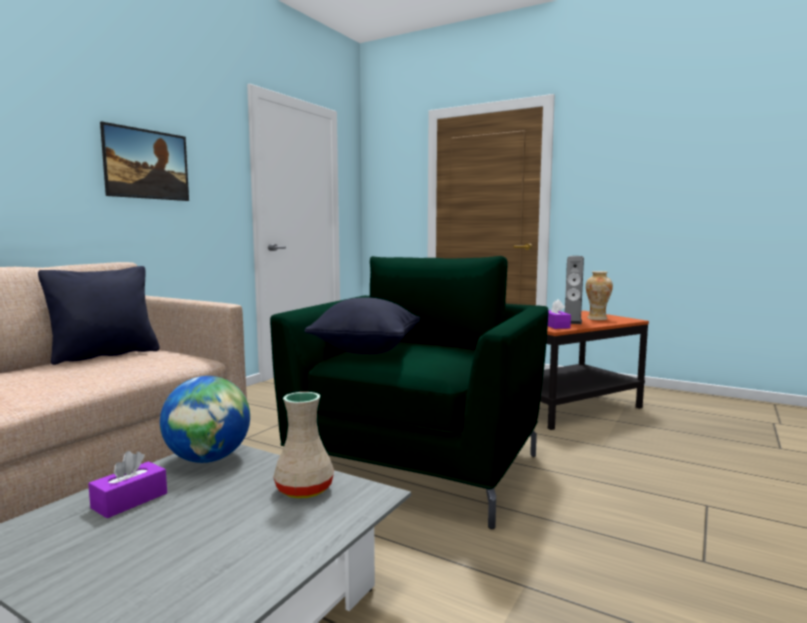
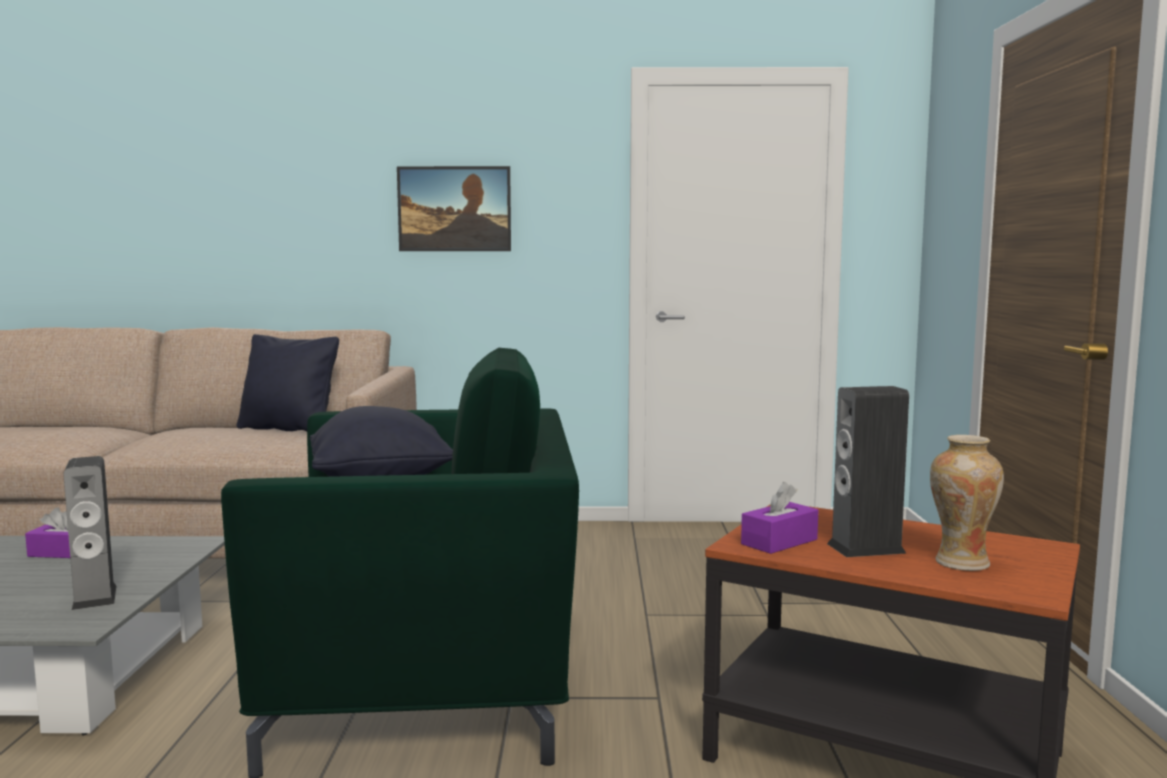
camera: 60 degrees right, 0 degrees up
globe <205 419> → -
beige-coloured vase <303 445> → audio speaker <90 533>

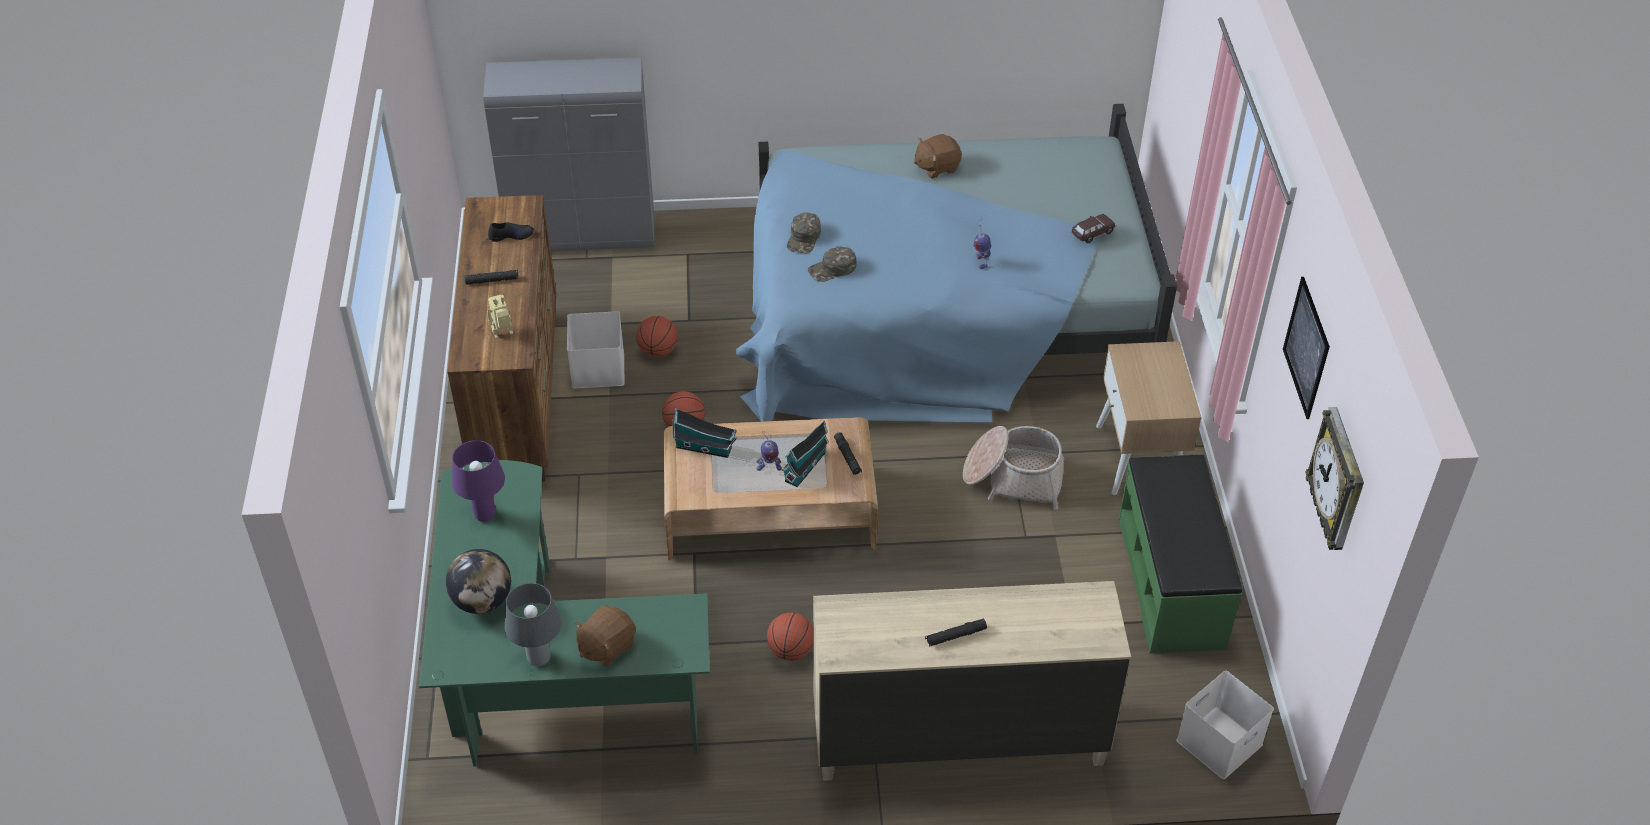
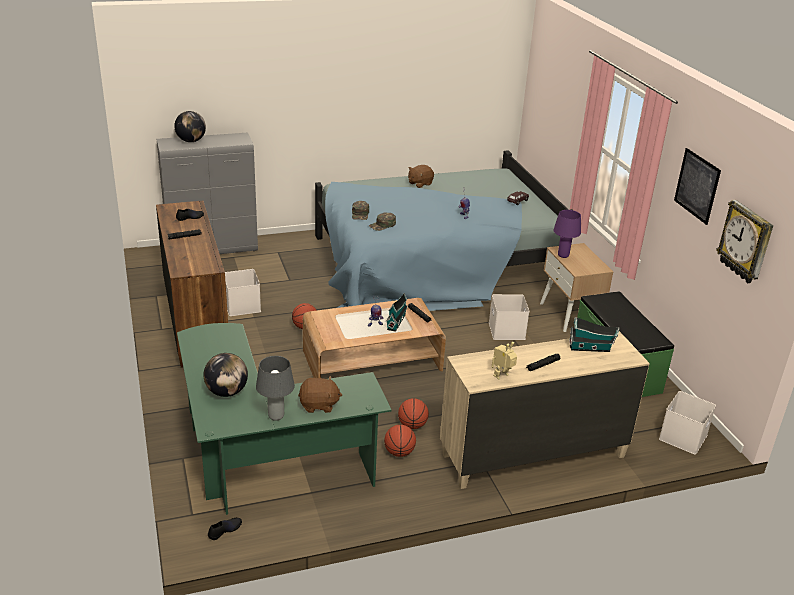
camera: 15 degrees left, 15 degrees down
- → globe <190 126>
- → black item of footwear <225 529>
purple-coloured tabletop lamp <478 481> → purple-coloured tabletop lamp <567 234>, move
robot figure <500 317> → robot figure <504 361>, move
ball for basketball <657 336> → ball for basketball <400 441>, move
model house <705 433> → model house <594 334>, move
basket <1013 468> → white storage box <509 317>
brownish cuddly toy <605 636> → brownish cuddly toy <320 394>, 120 degrees counterclockwise

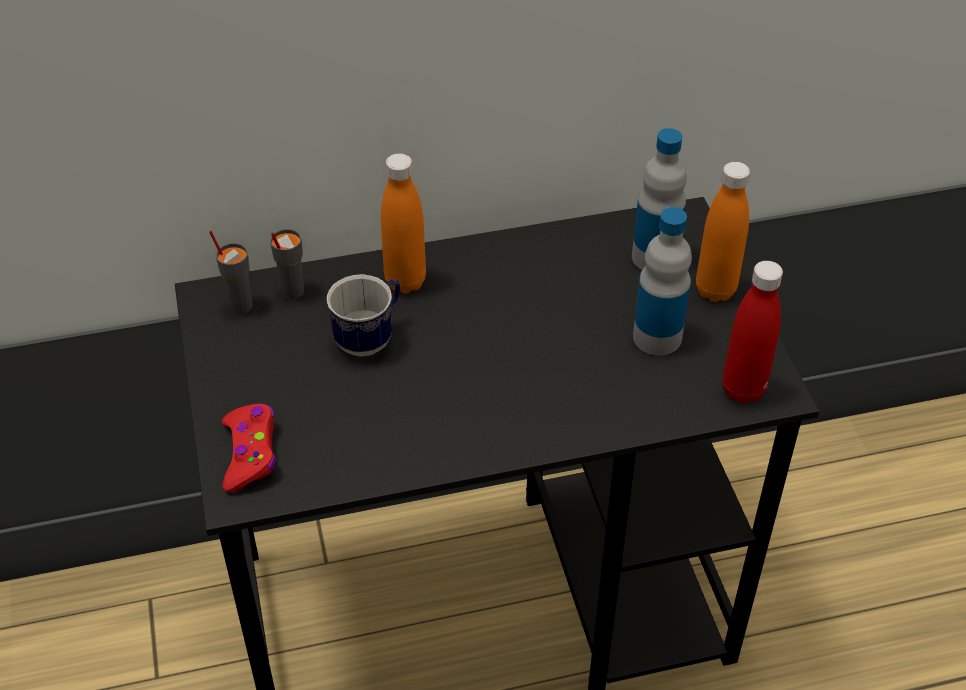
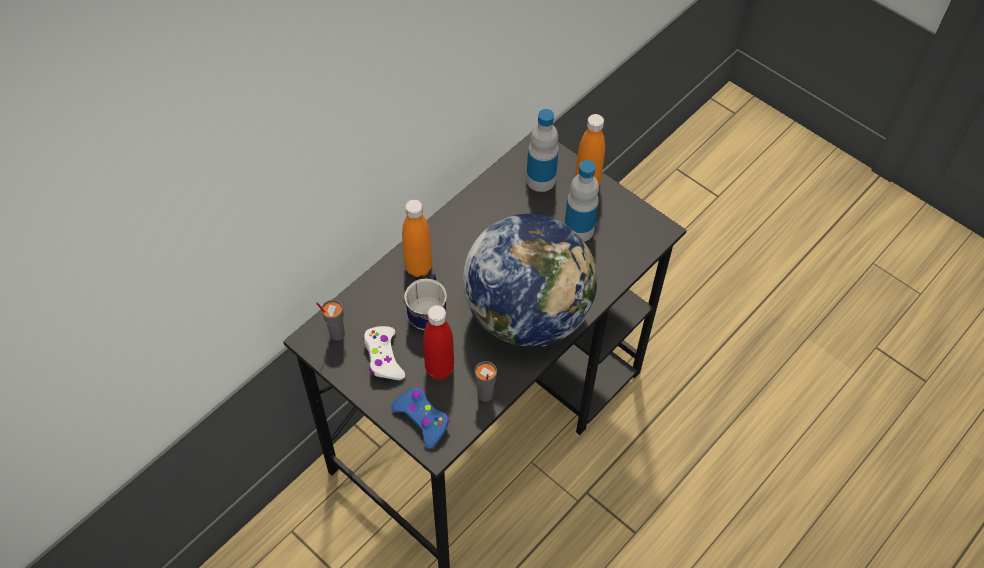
camera: 35 degrees left, 10 degrees up
- → white joypad <384 353>
- → globe <530 280>
gray cup <287 264> → gray cup <486 381>, move
red beverage bottle <752 332> → red beverage bottle <438 342>, move
red joypad <248 448> → blue joypad <420 418>

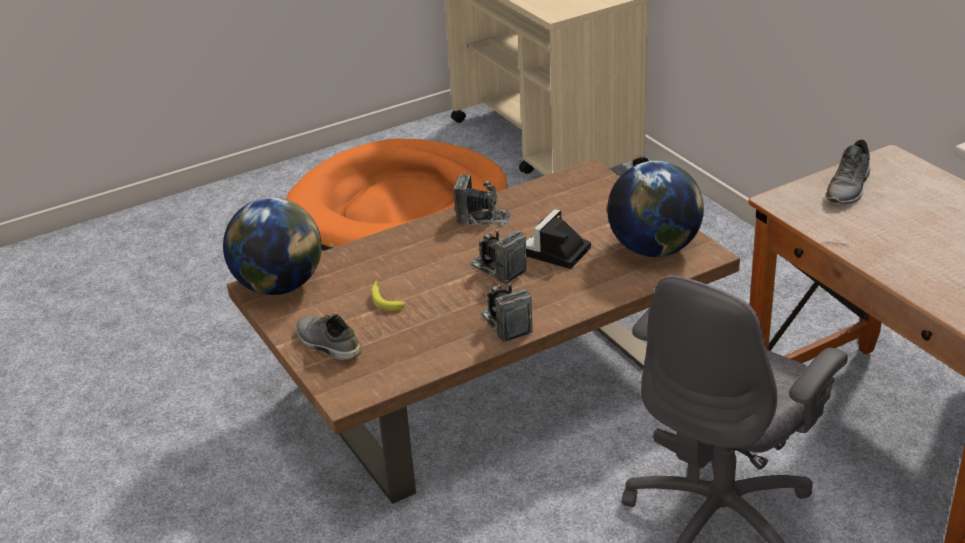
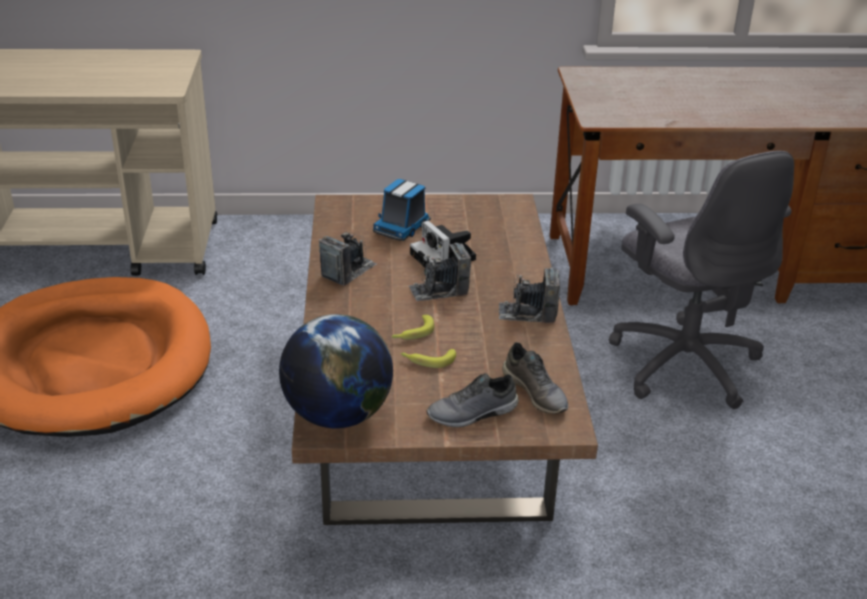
camera: 65 degrees left, 0 degrees up
globe <655 209> → -
- → toy truck <402 210>
- → banana <413 327>
gray item of footwear <847 172> → gray item of footwear <535 378>, move

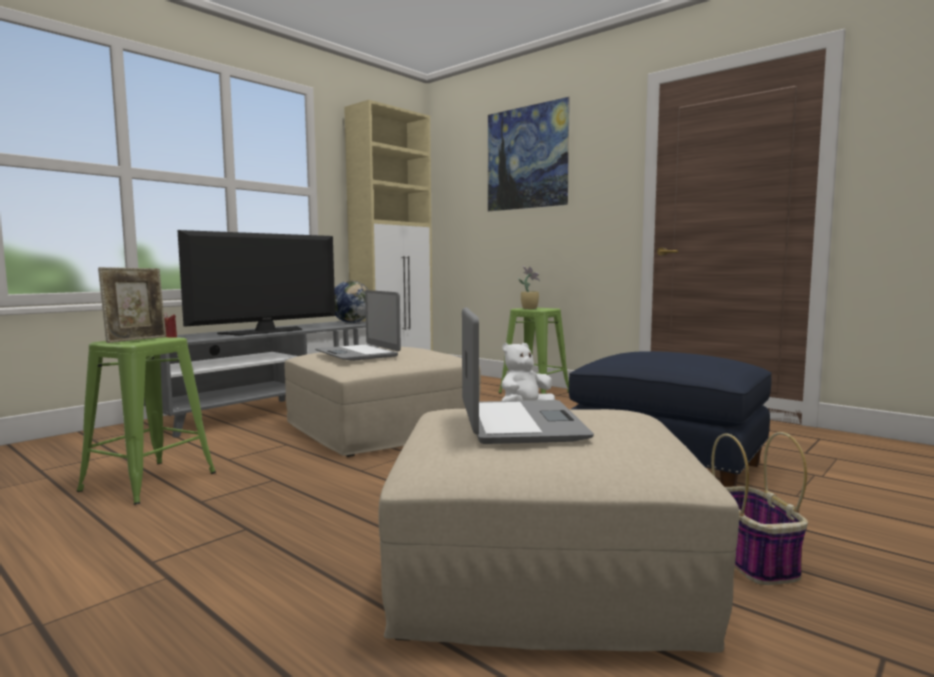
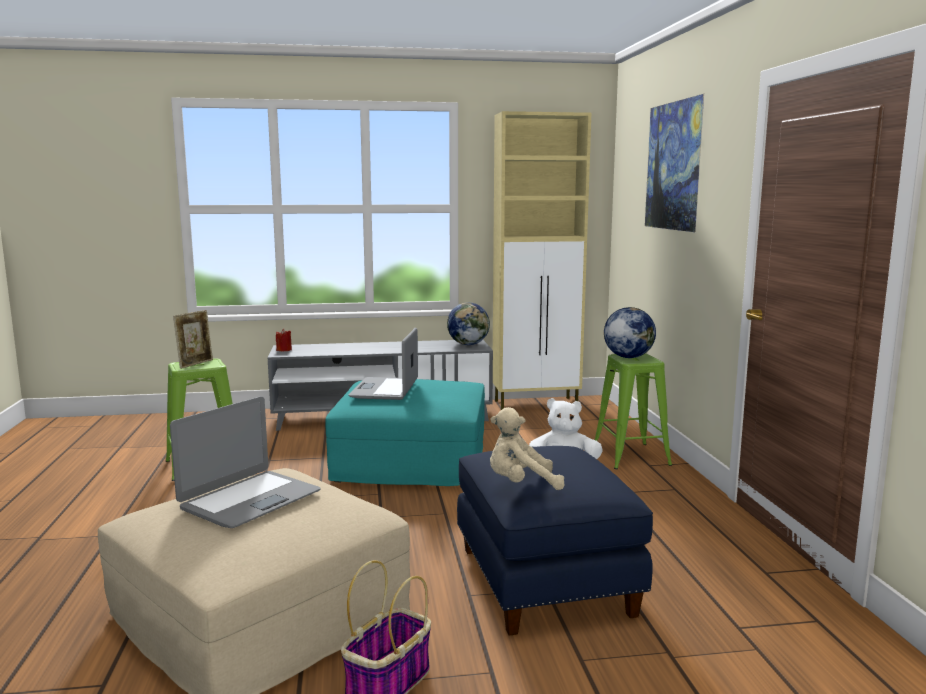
camera: 40 degrees right, 5 degrees up
TV <256 282> → -
- → beige-coloured cuddly toy <527 448>
houseplant <529 287> → globe <630 332>
beige-coloured pouffe <383 402> → turquoise pouffe <405 432>
photo frame <132 305> → photo frame <193 339>, 45 degrees counterclockwise

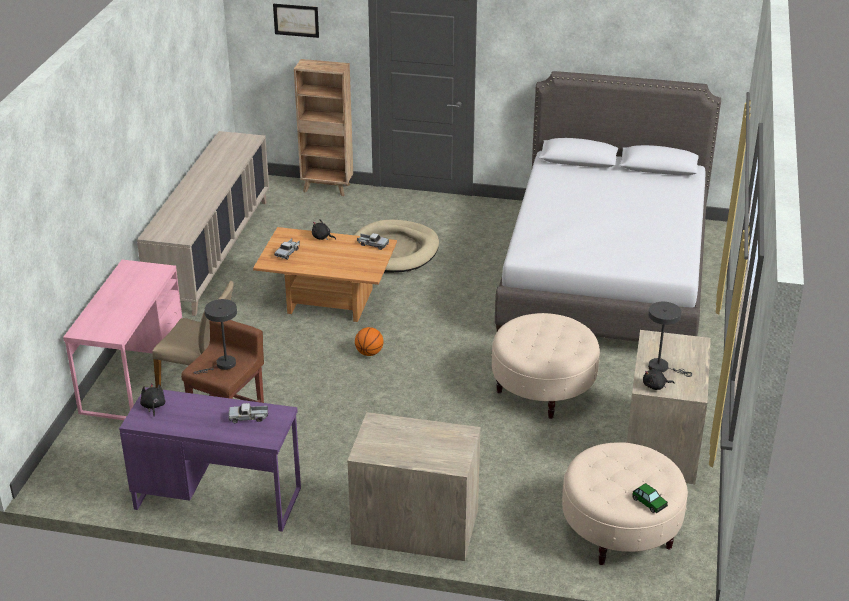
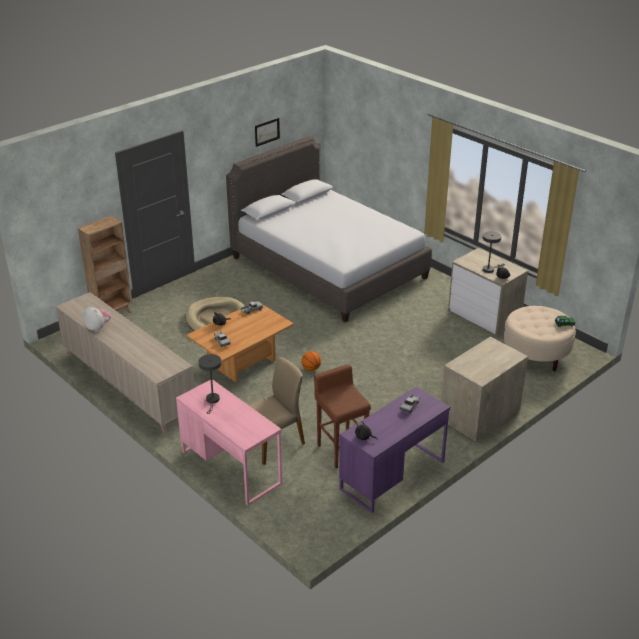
camera: 55 degrees left, 0 degrees up
beige-coloured pouffe <545 366> → -
- → cuddly toy <97 319>
gray tabletop lamp <215 336> → gray tabletop lamp <210 384>, move
wall picture <296 21> → wall picture <267 132>, move

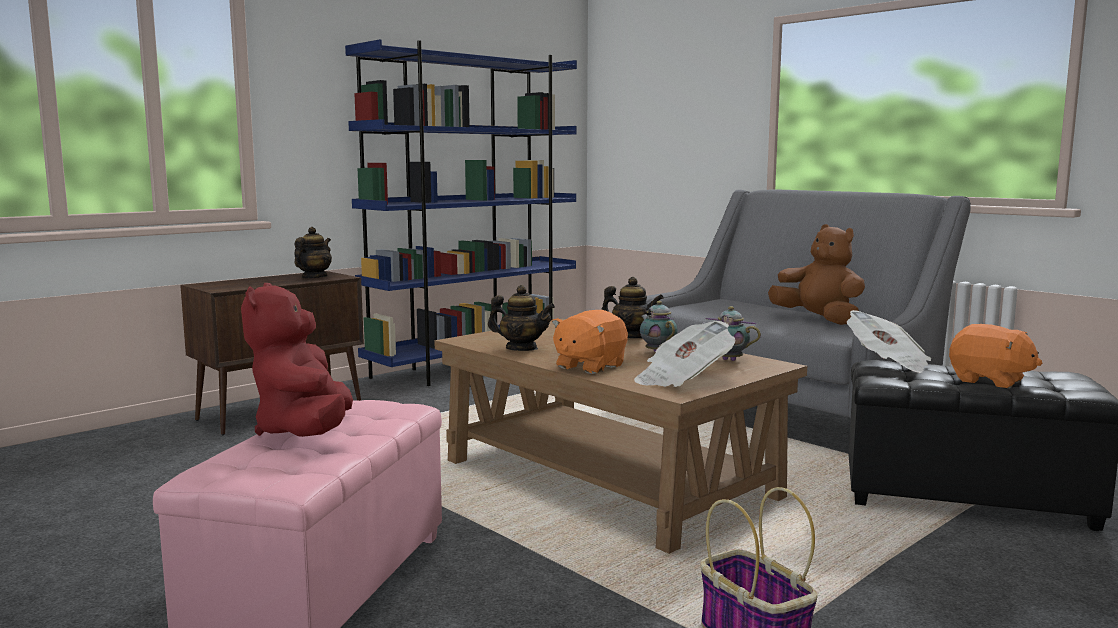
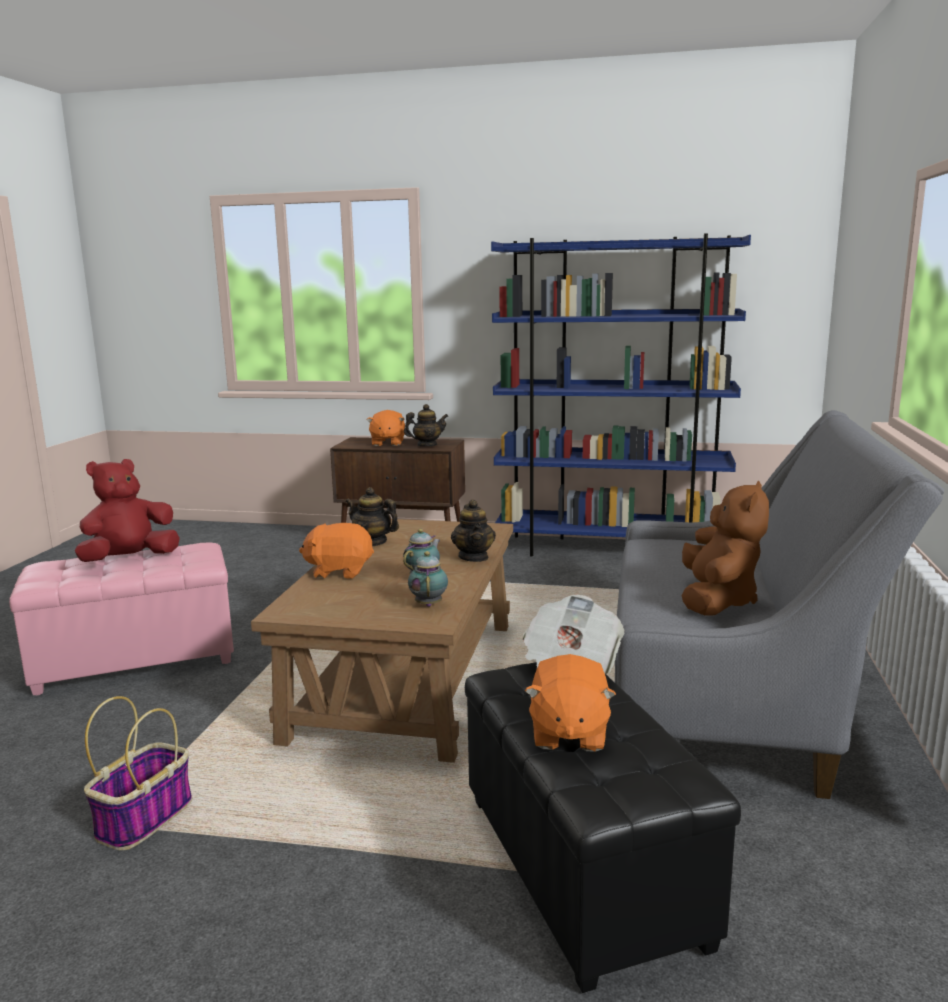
camera: 55 degrees right, 5 degrees up
printed paper <684 354> → -
- → orange-coloured cuddly toy <385 428>
teapot <521 318> → teapot <372 516>, 135 degrees clockwise

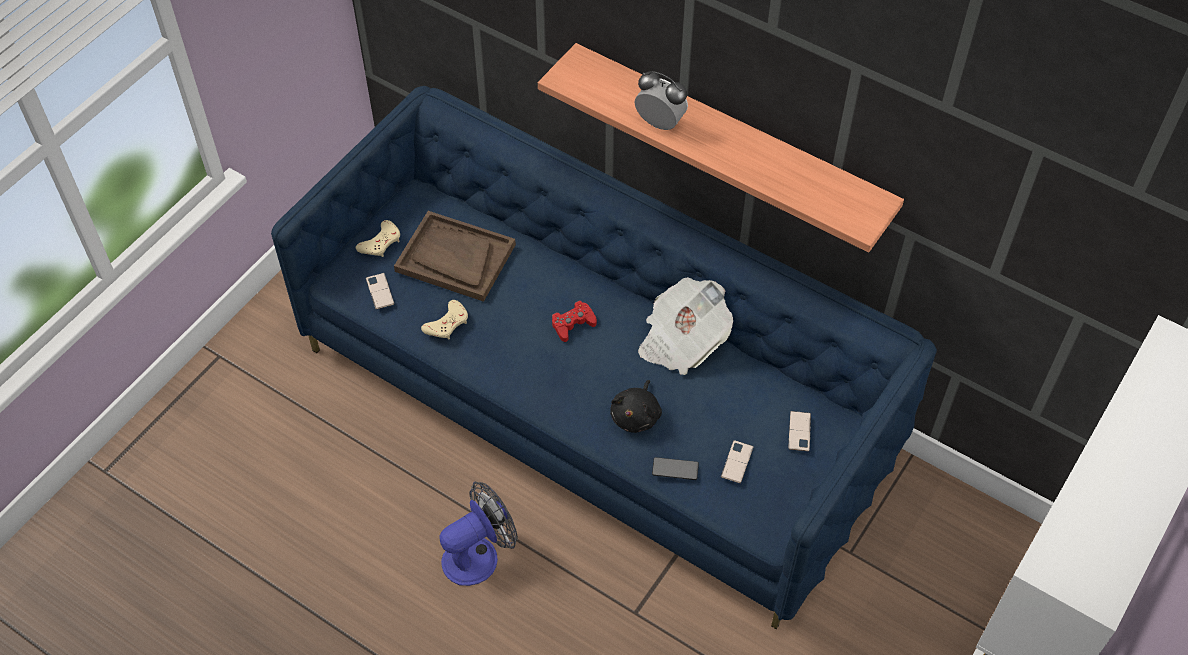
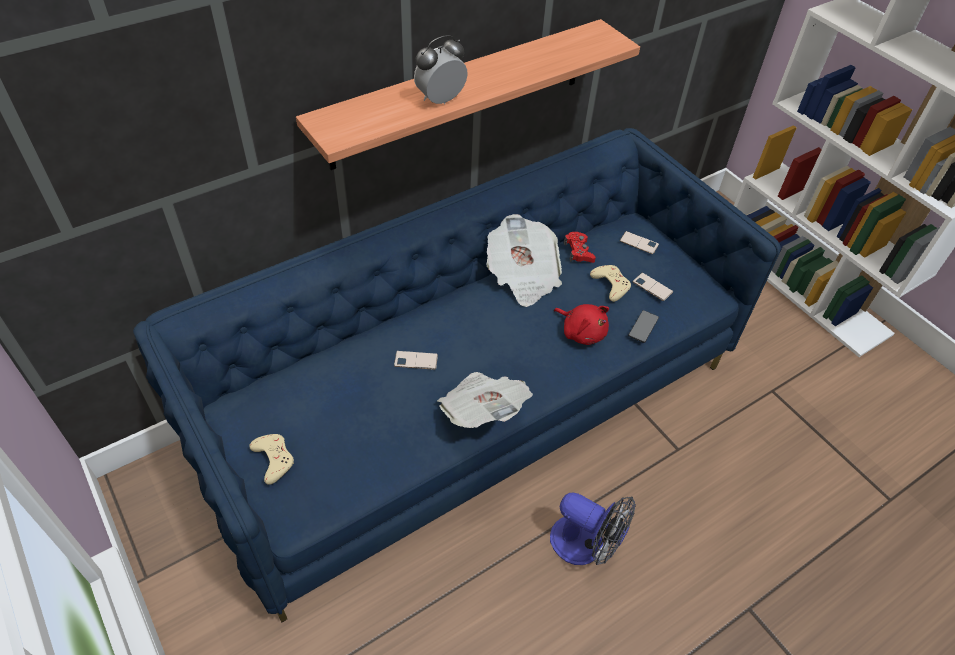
camera: 70 degrees left, 5 degrees down
brownish carrying tray <455 256> → -
- → printed paper <485 400>
handset <380 291> → handset <416 360>, move
beige-coloured joypad <444 319> → beige-coloured joypad <610 283>, move
red joypad <574 321> → red joypad <580 247>, move
black cuddly toy <636 406> → red cuddly toy <581 324>
cooling fan <479 534> → cooling fan <593 529>, 135 degrees clockwise

